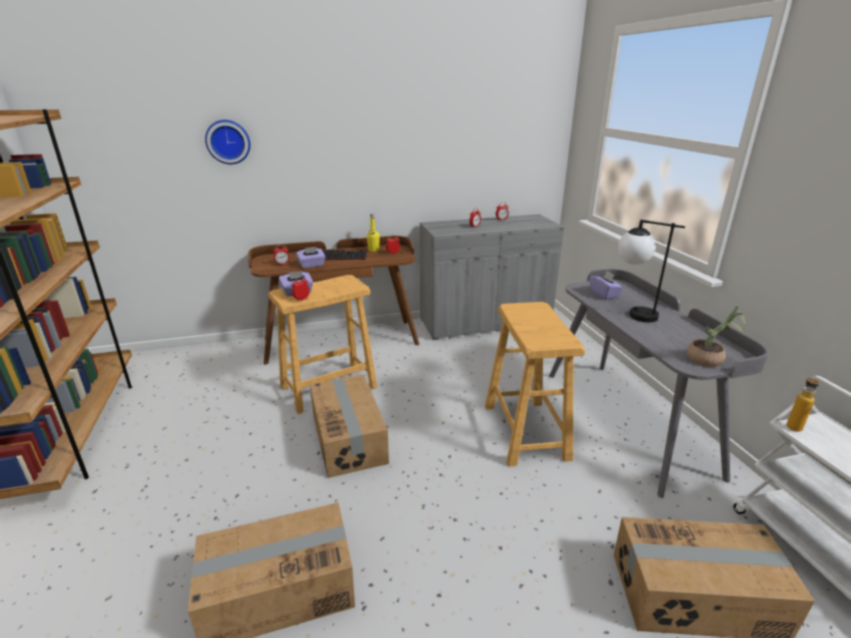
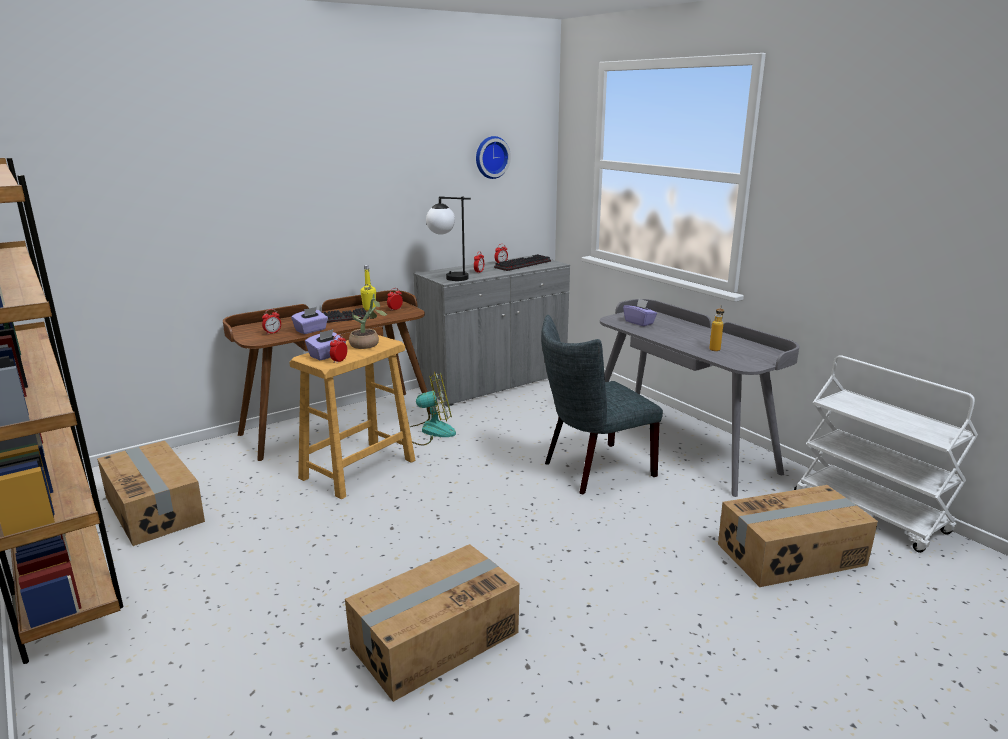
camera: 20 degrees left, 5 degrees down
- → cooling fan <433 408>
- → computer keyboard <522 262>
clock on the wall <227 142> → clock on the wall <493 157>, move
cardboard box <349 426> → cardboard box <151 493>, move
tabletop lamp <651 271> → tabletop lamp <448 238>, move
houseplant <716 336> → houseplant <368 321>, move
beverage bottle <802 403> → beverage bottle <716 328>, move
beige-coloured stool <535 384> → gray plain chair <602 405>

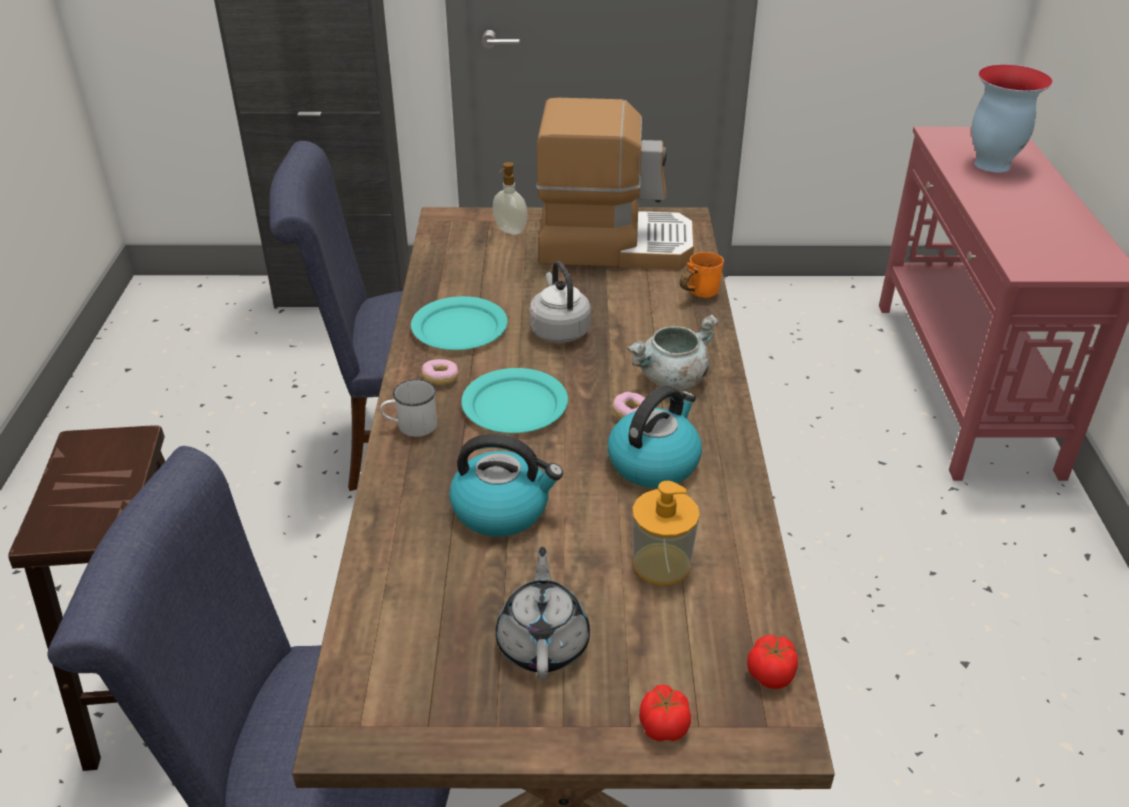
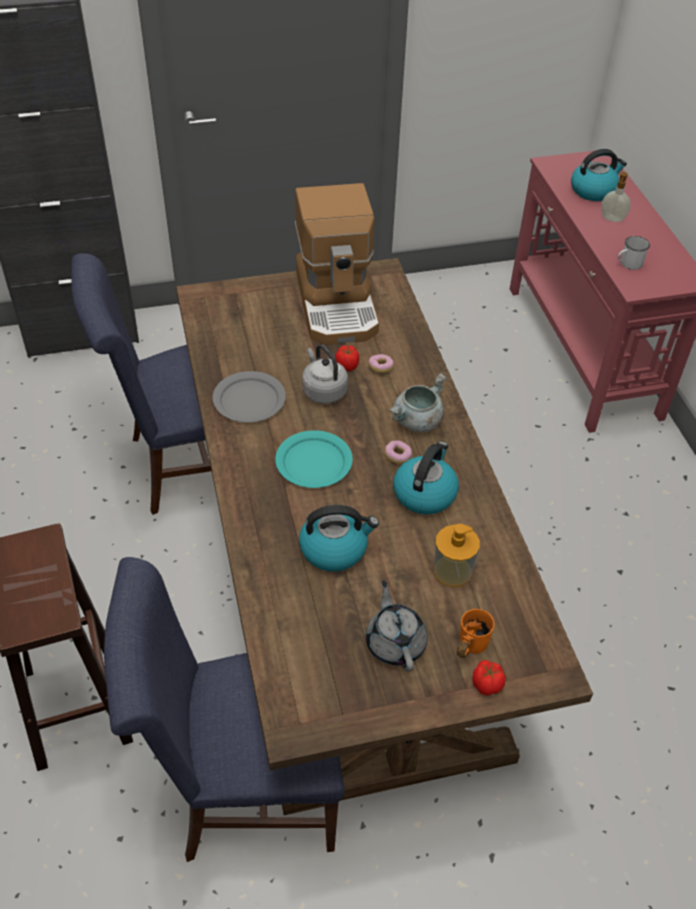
camera: 15 degrees left, 10 degrees up
white coffee mug <408 408> → white coffee mug <634 253>, move
ring doughnut <440 372> → ring doughnut <381 363>, move
soap dispenser <510 198> → soap dispenser <616 197>, move
orange-coloured coffee mug <702 275> → orange-coloured coffee mug <475 633>, move
fresh tomato <772 662> → fresh tomato <347 358>, move
vase <1012 118> → tea kettle <599 175>
turquoise dinner plate <459 323> → gray dinner plate <249 397>
coffee brewer <615 184> → coffee brewer <337 264>, 90 degrees clockwise

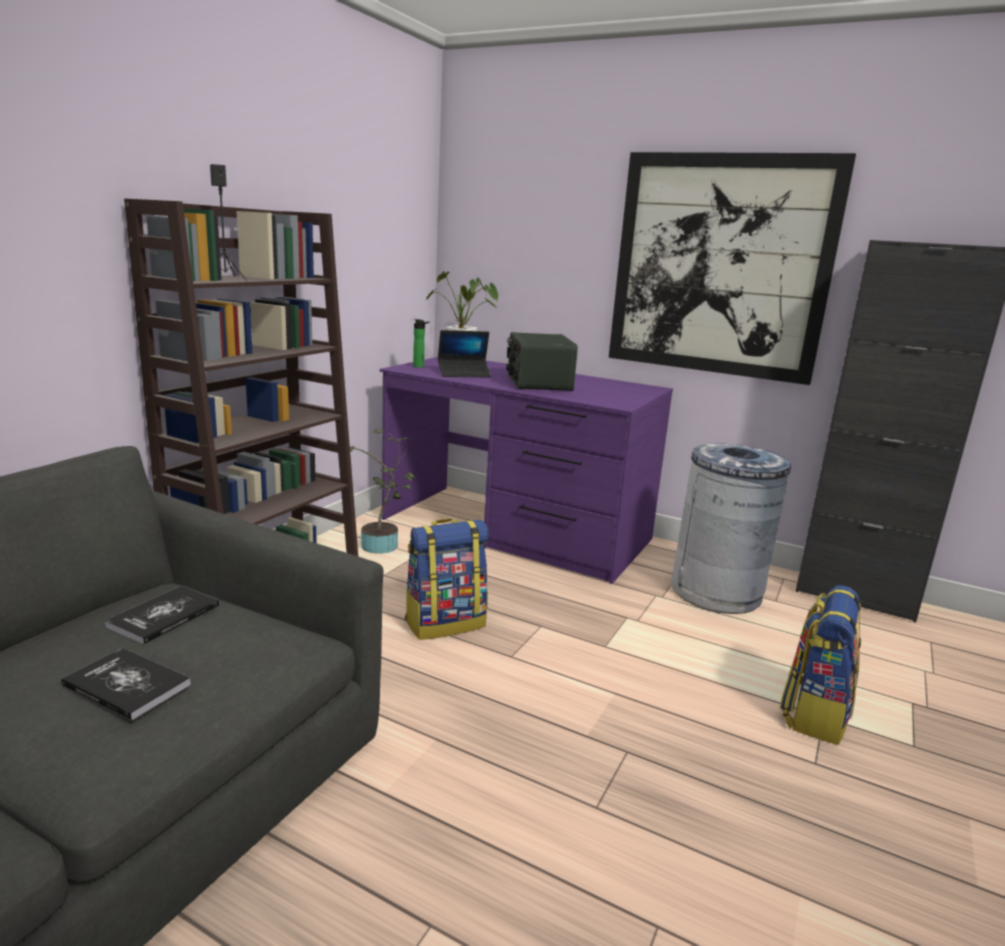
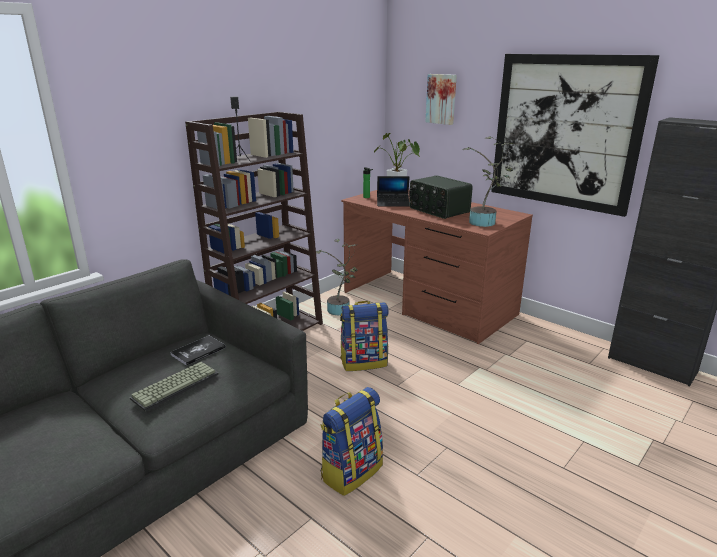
camera: 15 degrees right, 5 degrees up
gray waste bin <731 528> → -
- → wall picture <441 99>
- → houseplant <487 182>
rucksack <820 665> → rucksack <351 441>, move
book <126 684> → computer keyboard <174 387>
purple-coloured desk unit <526 470> → brownish desk unit <437 267>
radio <542 361> → radio <441 197>, 45 degrees counterclockwise

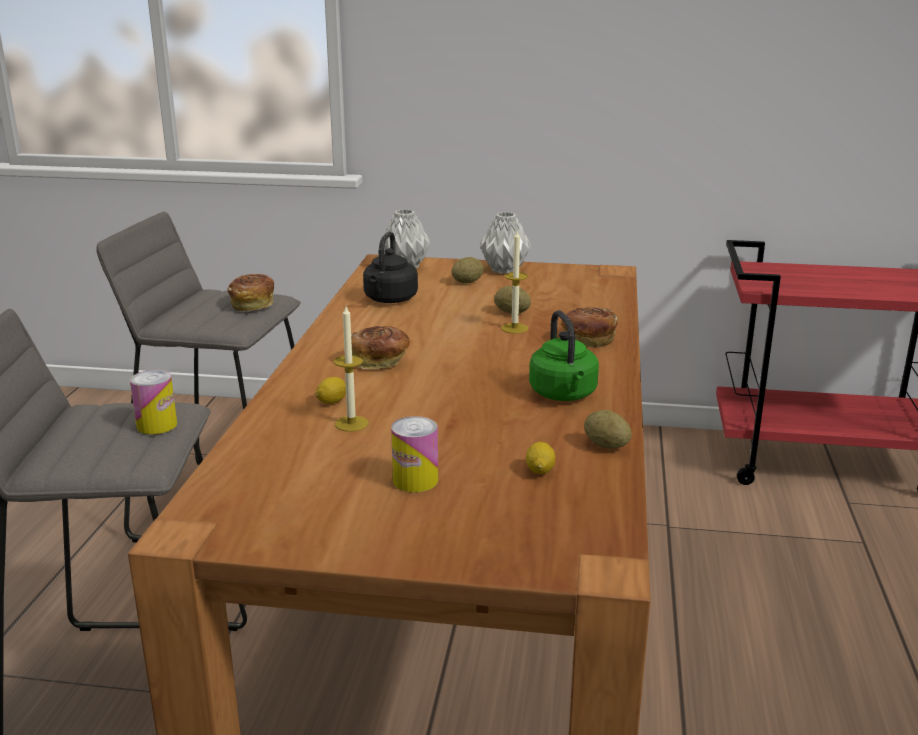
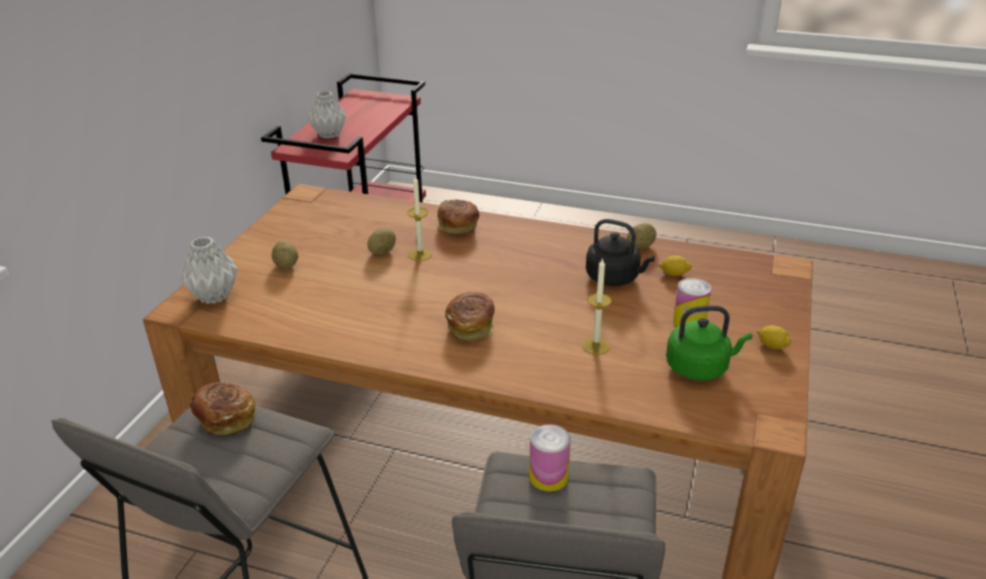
camera: 80 degrees left, 10 degrees up
whole lemon <331 390> → whole lemon <774 337>, move
black tea kettle <390 267> → black tea kettle <620 252>, move
gray vase <505 243> → gray vase <327 115>, move
greenish tea kettle <564 355> → greenish tea kettle <709 343>, move

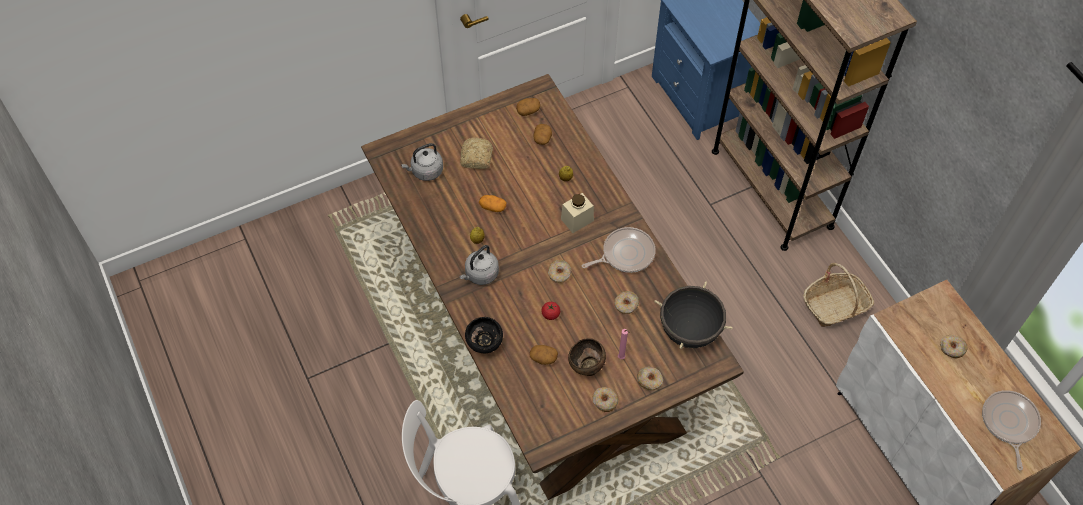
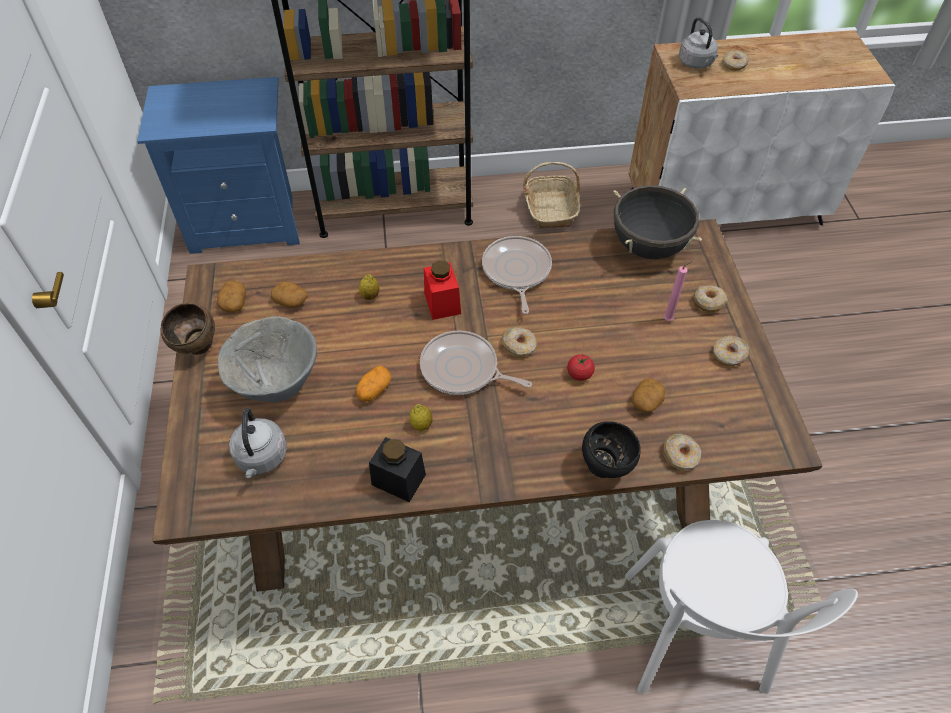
camera: 70 degrees left, 5 degrees down
- → black preserve jar <397 469>
gray tea kettle <479 265> → gray tea kettle <698 43>, move
brownish bowl <587 357> → brownish bowl <187 329>, move
ring doughnut <626 302> → ring doughnut <682 452>, move
frying pan <1011 430> → frying pan <476 363>, move
baked bread <476 153> → gray bowl <267 359>
beige-coloured preserve jar <577 213> → red preserve jar <442 290>

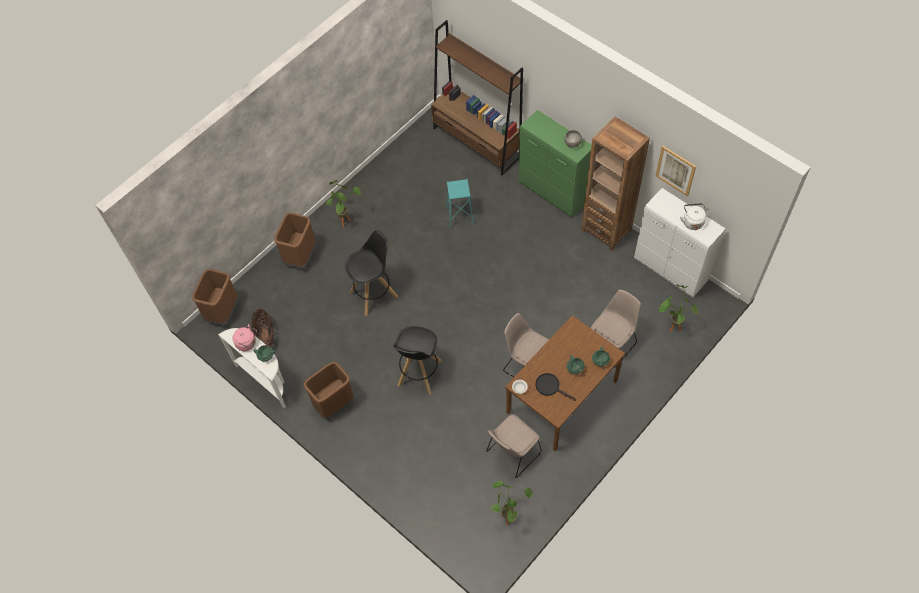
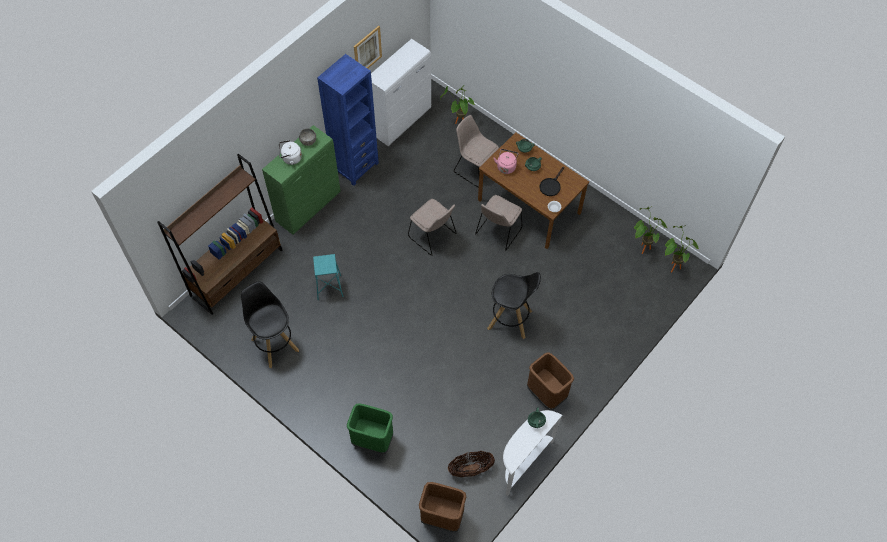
camera: 95 degrees left, 0 degrees up
pink-coloured tea kettle <245 337> → pink-coloured tea kettle <506 161>, move
houseplant <343 203> → houseplant <682 248>, move
black stool <371 273> → black stool <270 325>, move
beige-coloured plain chair <514 446> → beige-coloured plain chair <432 227>, move
white tea kettle <693 216> → white tea kettle <290 152>, move
brownish waste bin <295 241> → greenish waste bin <370 428>
brownish bookshelf <615 183> → blue bookshelf <348 120>

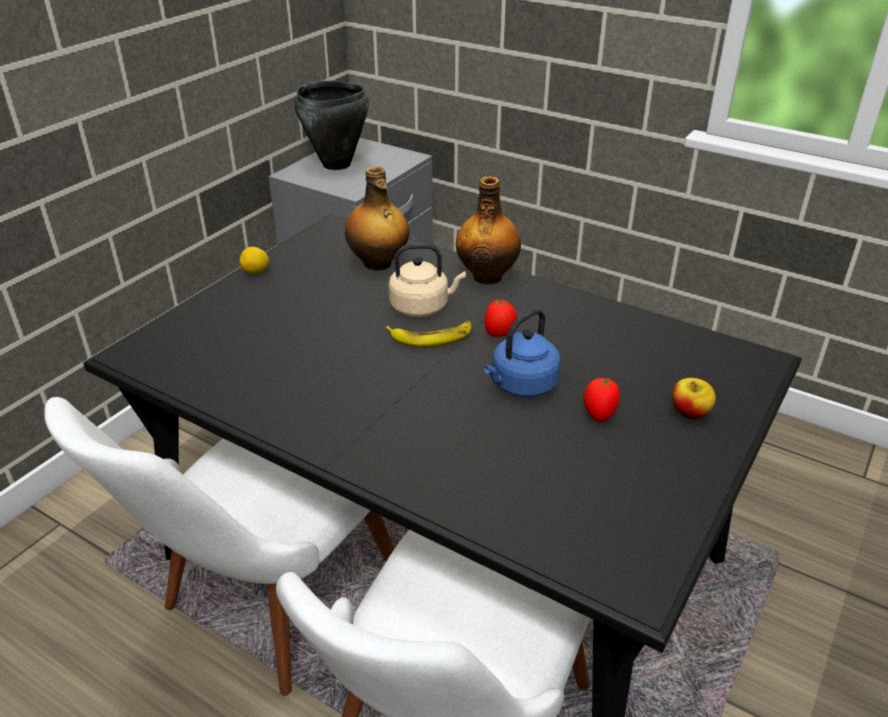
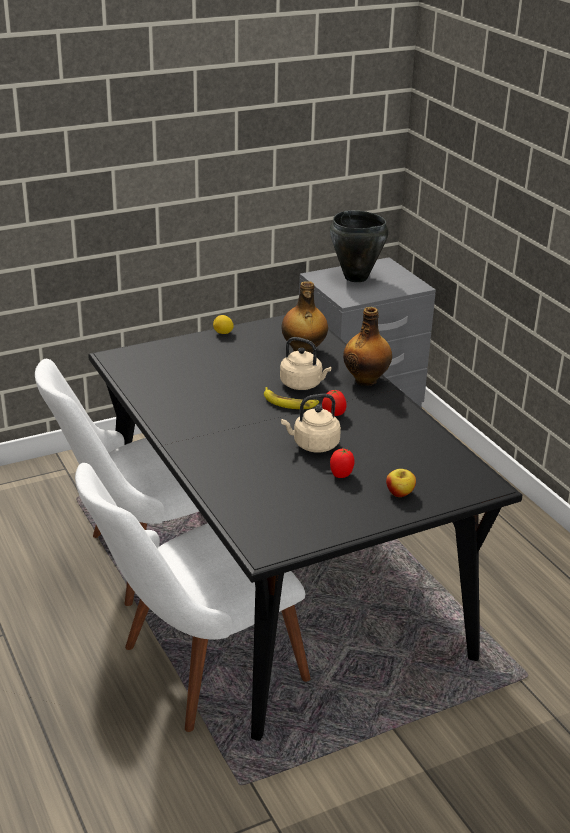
camera: 30 degrees right, 5 degrees down
blue tea kettle <522 353> → beige-coloured tea kettle <311 423>

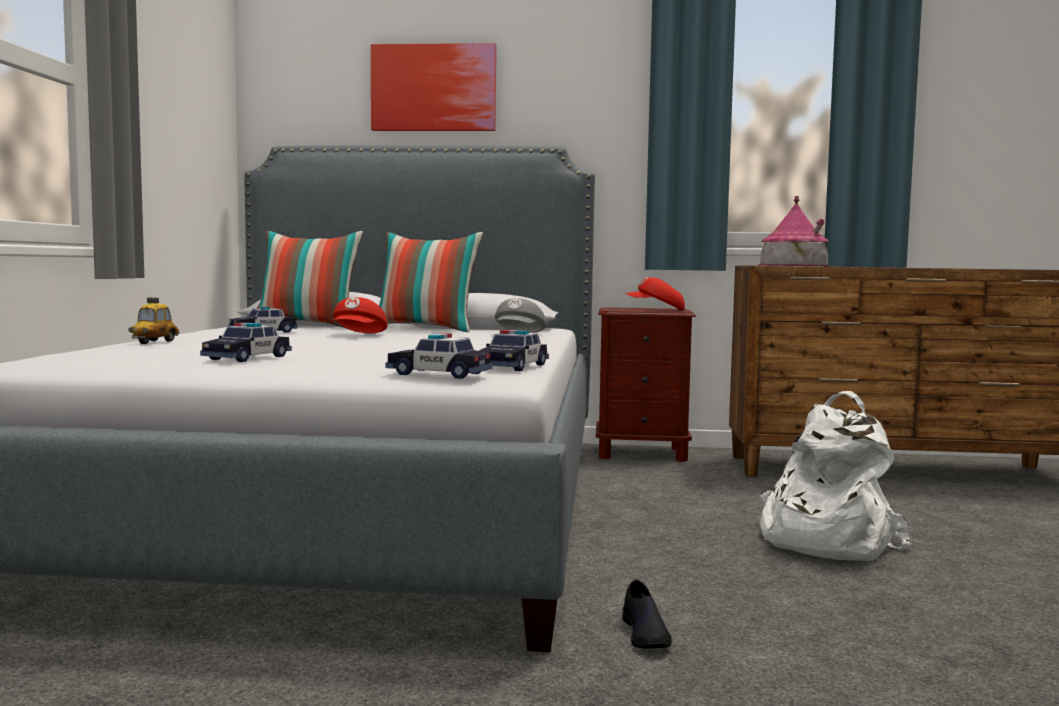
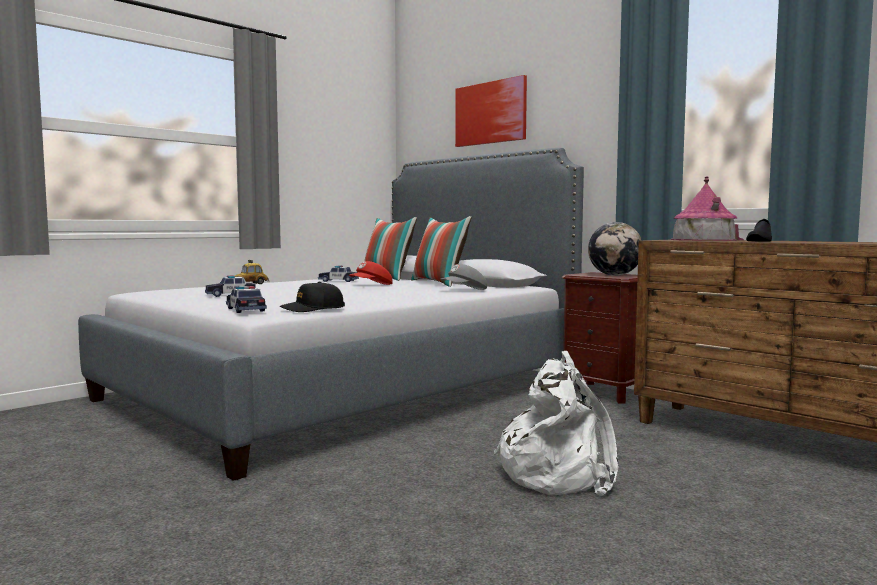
camera: 40 degrees right, 0 degrees up
black item of footwear <647 613> → black item of footwear <759 230>, move
model car <514 350> → black baseball cap <312 297>
red baseball cap <655 293> → globe <615 249>

